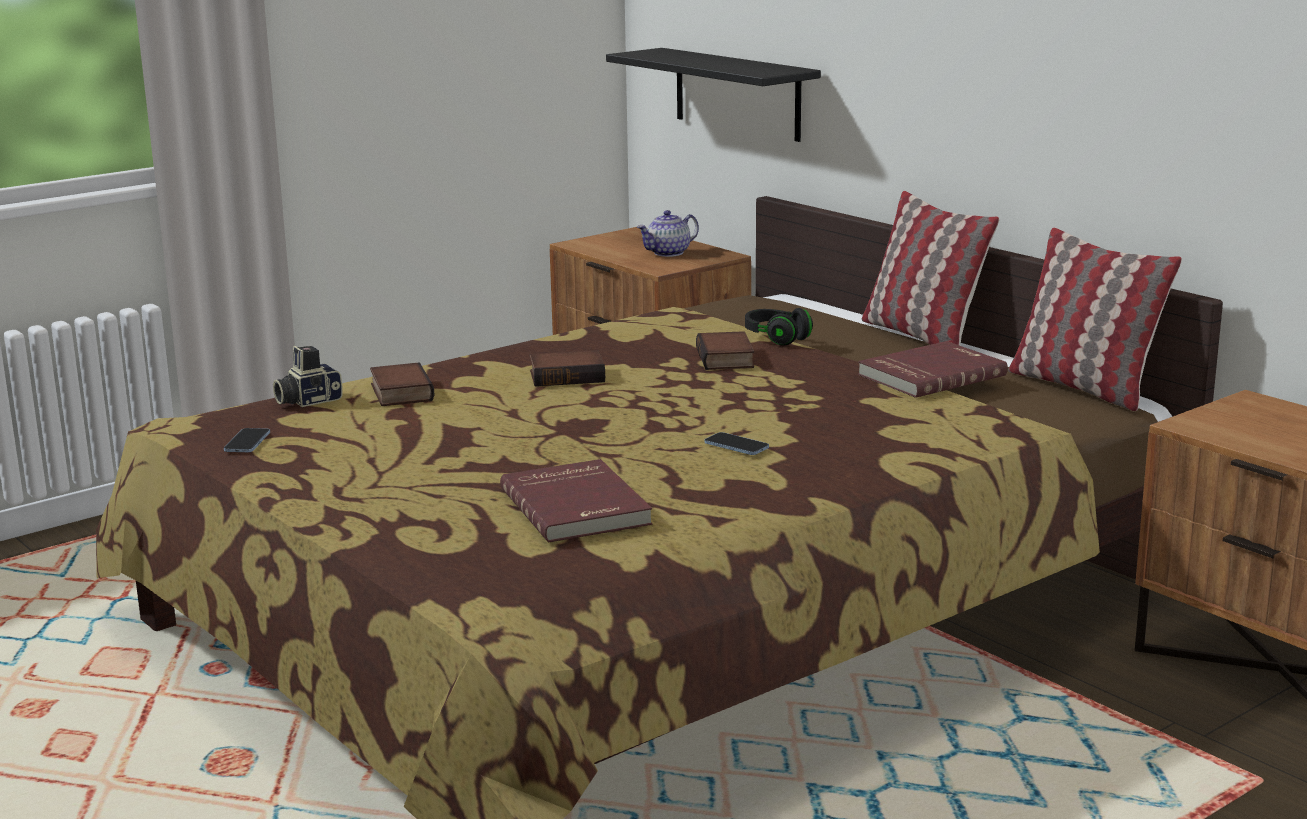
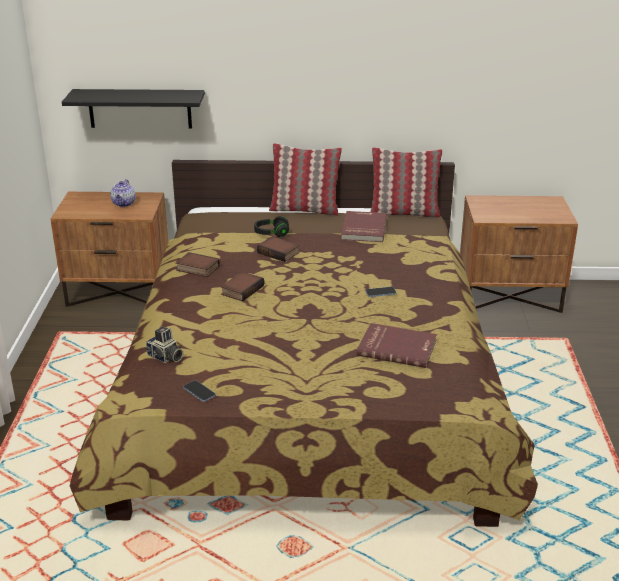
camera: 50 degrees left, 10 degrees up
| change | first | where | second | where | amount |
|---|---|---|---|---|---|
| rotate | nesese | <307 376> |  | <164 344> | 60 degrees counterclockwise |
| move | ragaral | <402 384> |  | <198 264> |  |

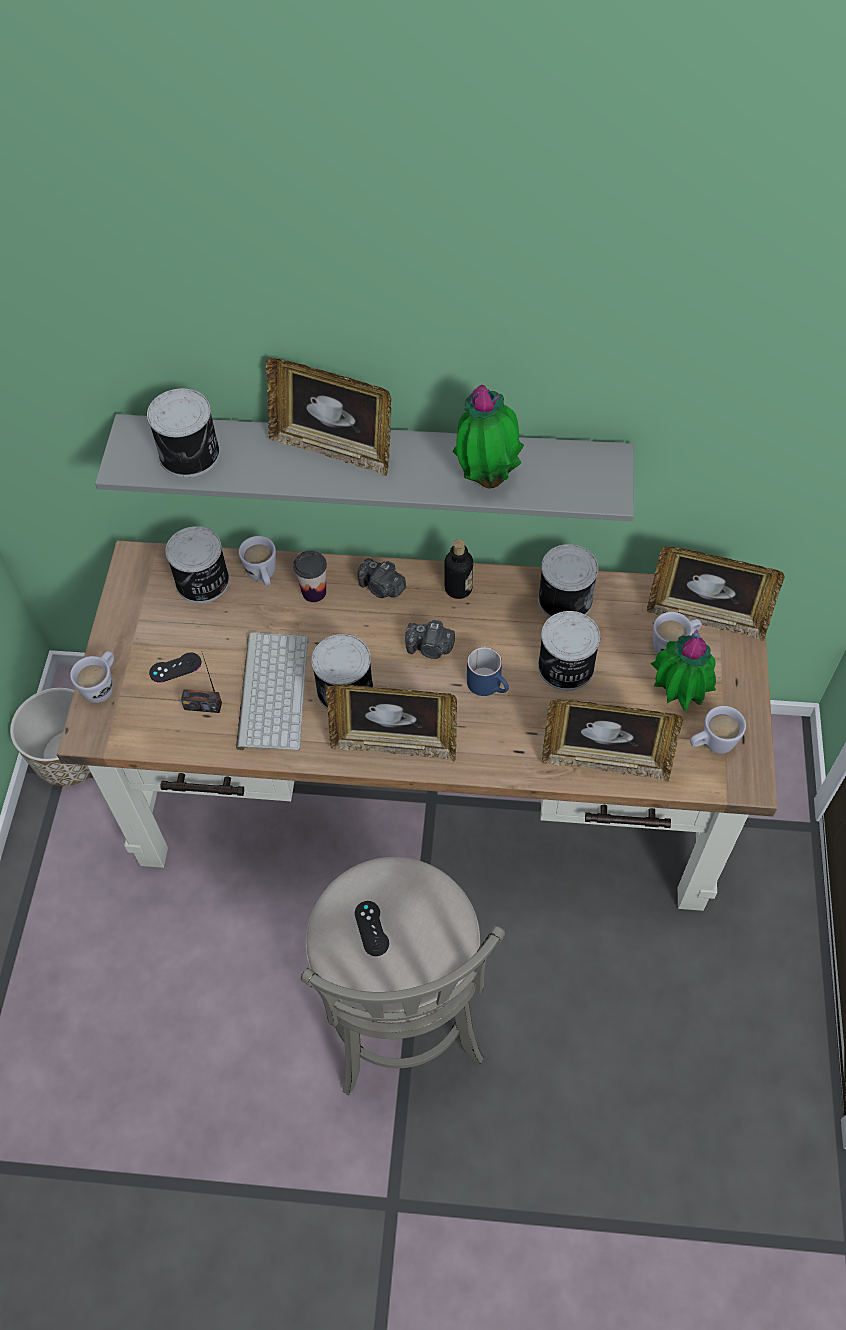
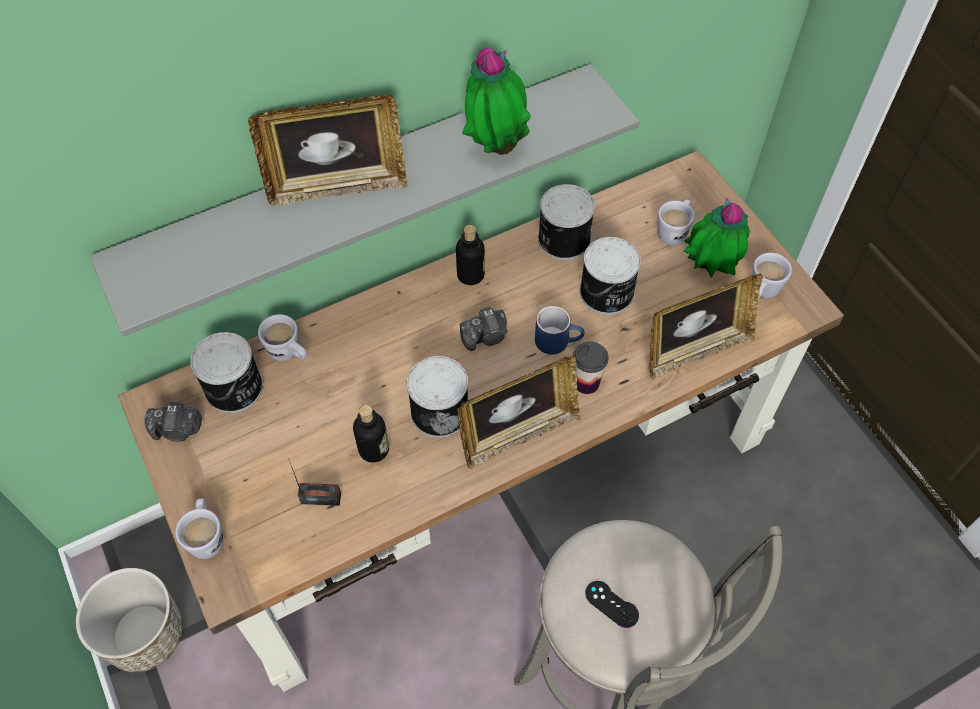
camera: 35 degrees left, 0 degrees up
| change | first | where | second | where | amount |
|---|---|---|---|---|---|
| move | nesese | <382 578> |  | <173 421> |  |
| rotate | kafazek | <201 683> |  | <314 482> | 150 degrees counterclockwise |
| replace | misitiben | <272 691> | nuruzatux | <371 434> |  |
| move | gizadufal | <310 576> |  | <591 368> |  |
| delete | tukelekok | <183 433> |  |  |  |
| delete | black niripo | <175 668> |  |  |  |
| delete | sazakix | <716 594> |  |  |  |

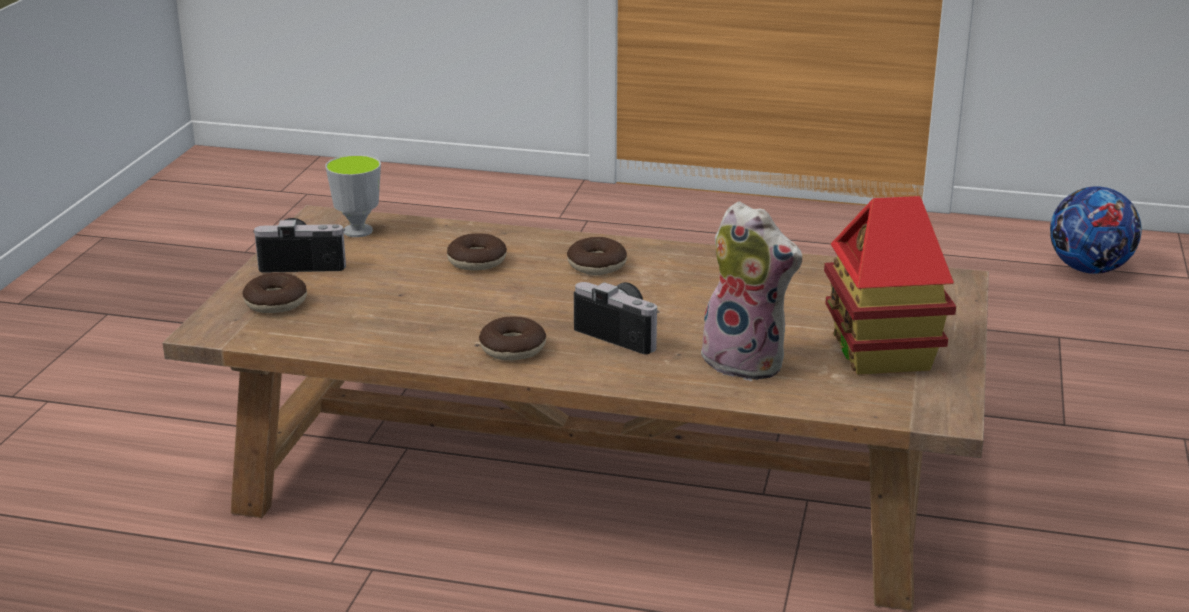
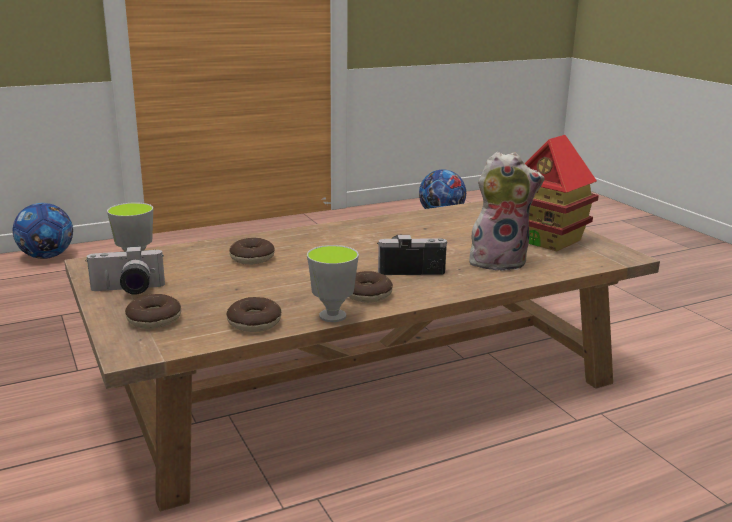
camera: 40 degrees left, 5 degrees down
| change | first | where | second | where | amount |
|---|---|---|---|---|---|
| insert |  |  | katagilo | <43 231> |  |
| rotate | nesese | <299 245> |  | <125 270> | 150 degrees counterclockwise |
| move | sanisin | <597 256> |  | <253 314> |  |
| insert |  |  | gizadufal | <333 283> |  |

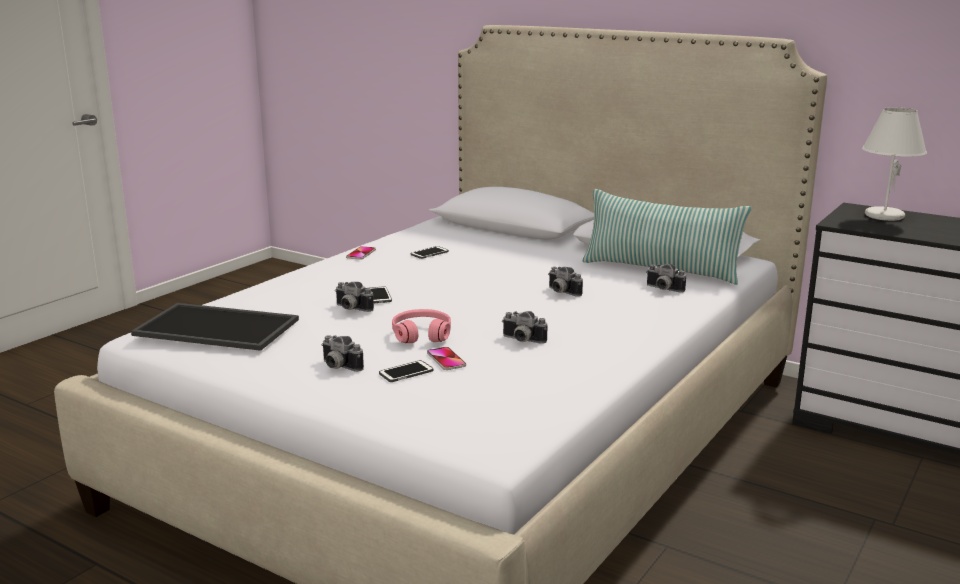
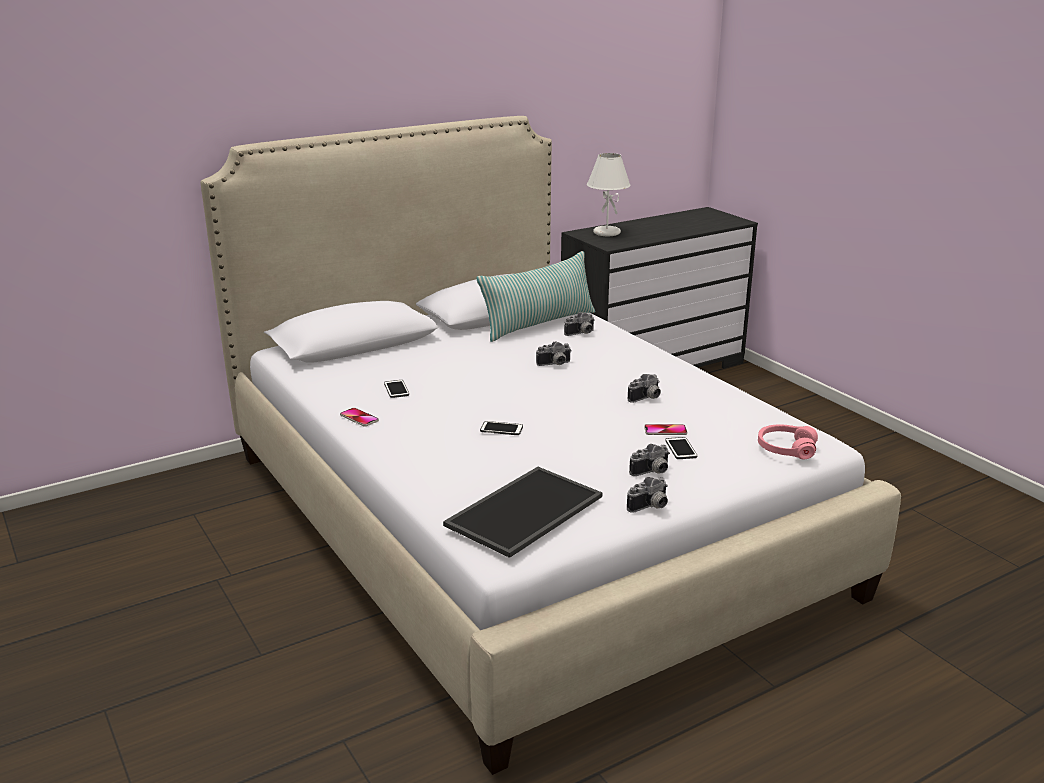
camera: 65 degrees left, 5 degrees up
| change | first | where | second | where | amount |
|---|---|---|---|---|---|
| move | nesese | <354 297> |  | <647 495> |  |
| move | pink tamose | <421 326> |  | <788 442> |  |

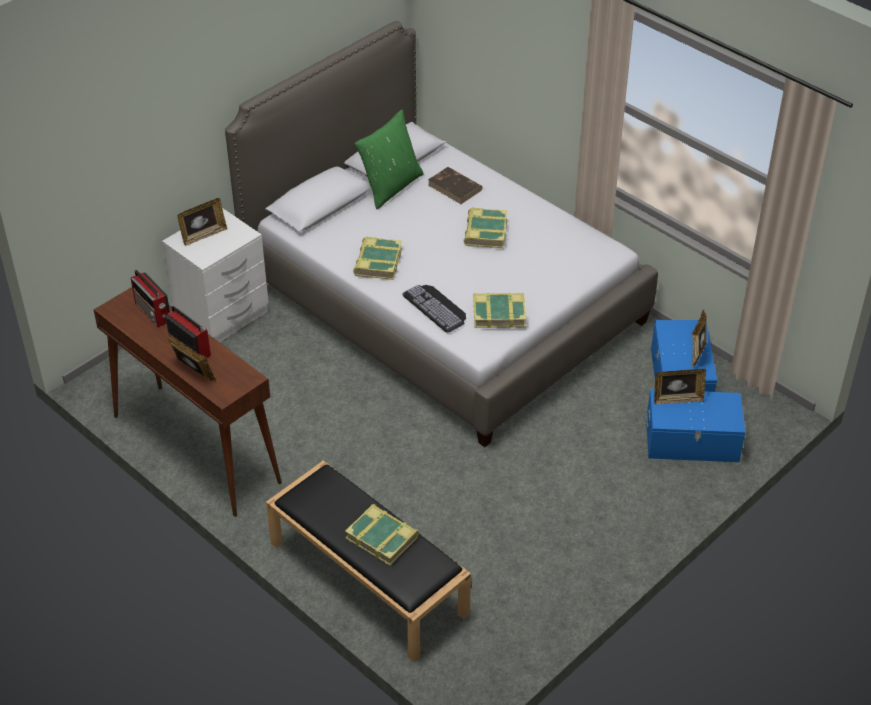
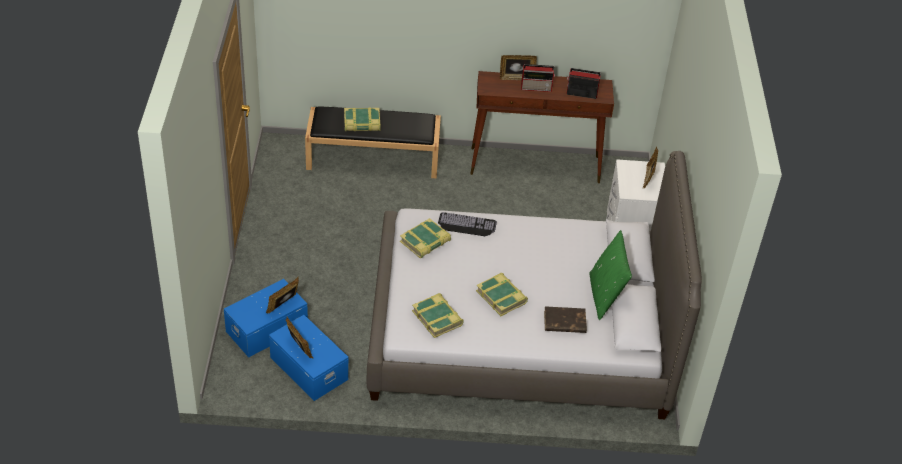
camera: 135 degrees right, 0 degrees up
| change | first | where | second | where | amount |
|---|---|---|---|---|---|
| move | ragaral | <377 258> |  | <438 315> |  |

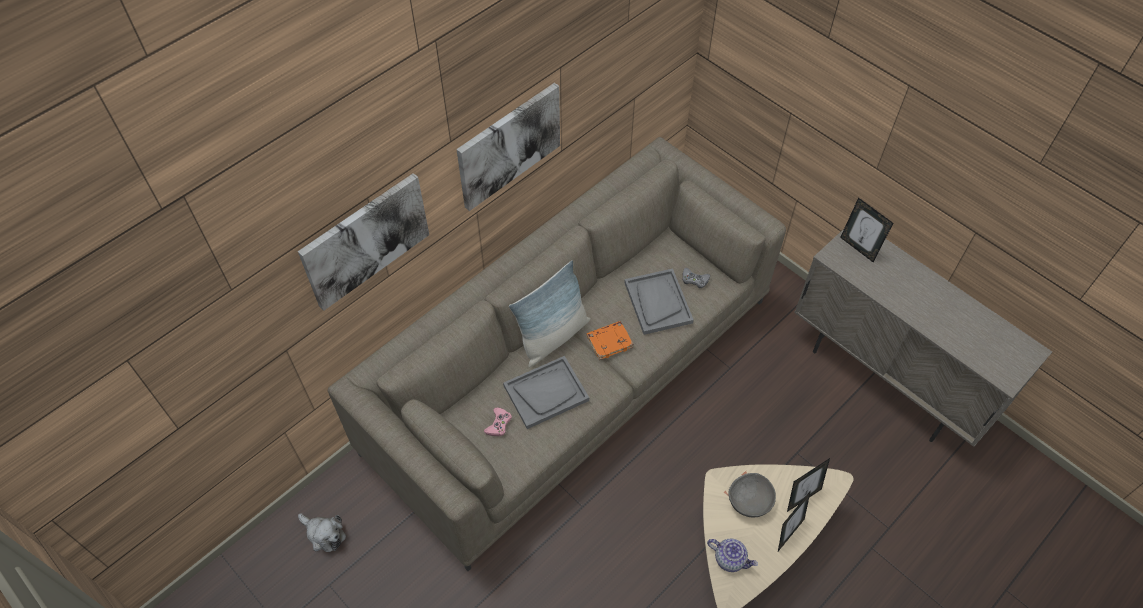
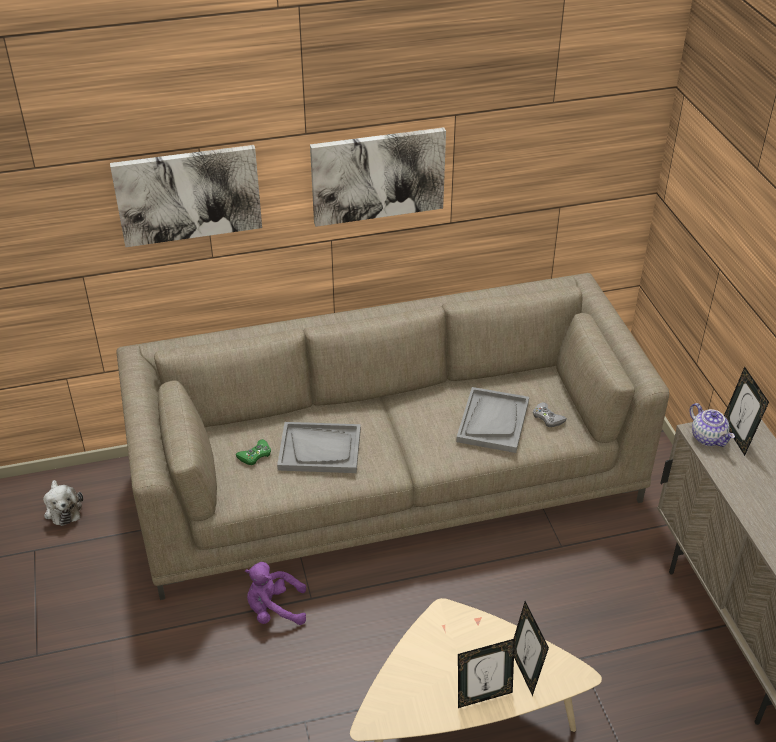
camera: 30 degrees right, 15 degrees down
| change | first | where | second | where | amount |
|---|---|---|---|---|---|
| recolor | pink niripo | <498 421> | green niripo | <253 452> |  |
| insert |  |  | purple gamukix | <275 593> |  |
| rotate | sazakix | <808 485> |  | <531 648> | 75 degrees clockwise |
| move | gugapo | <732 555> |  | <712 425> |  |
| delete | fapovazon | <549 313> |  |  |  |
| delete | orange ragaral | <610 340> |  |  |  |
| delete | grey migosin | <752 495> |  |  |  |

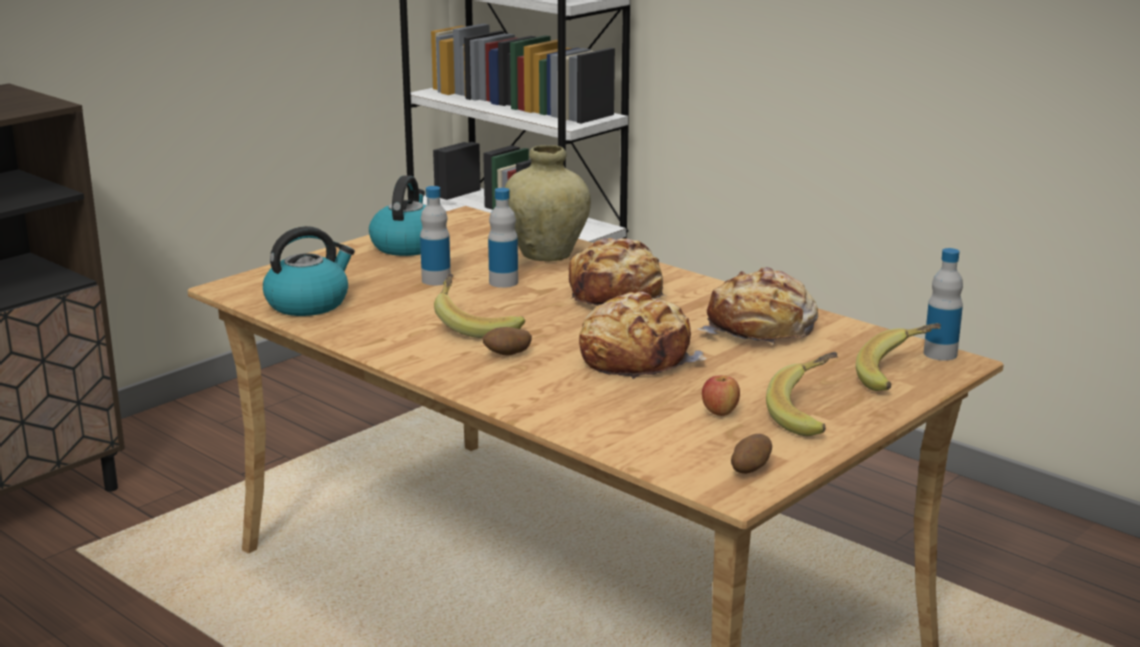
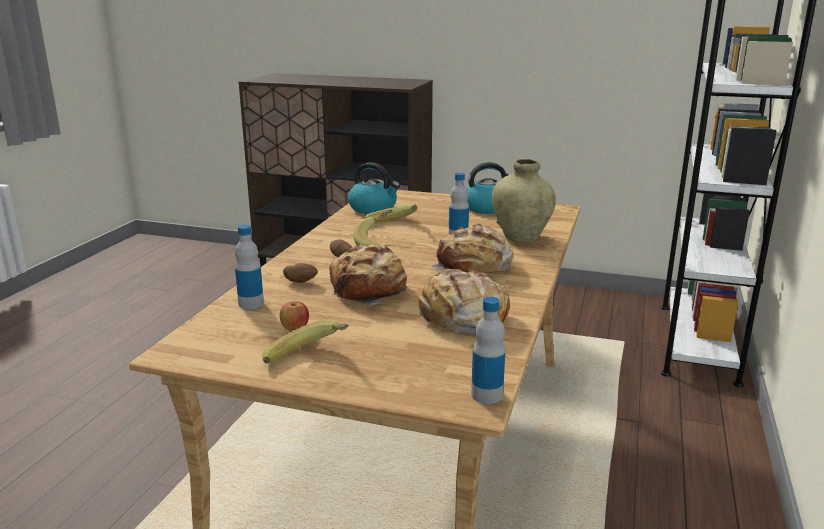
camera: 65 degrees right, 0 degrees up
| change | first | where | second | where | amount |
|---|---|---|---|---|---|
| move | nuruzatux | <435 235> |  | <249 266> |  |
| move | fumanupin | <751 454> |  | <300 273> |  |
| move | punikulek | <898 357> |  | <390 213> |  |

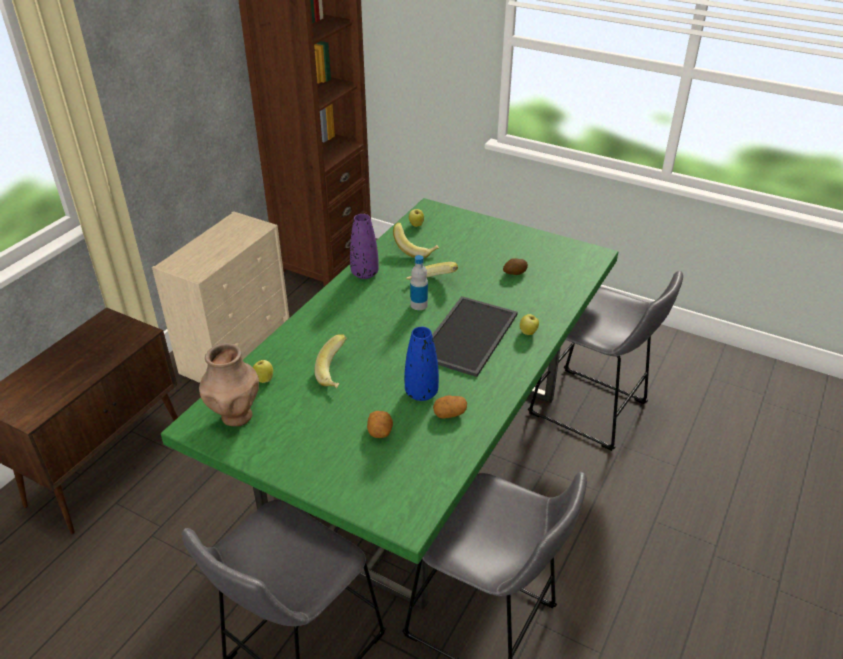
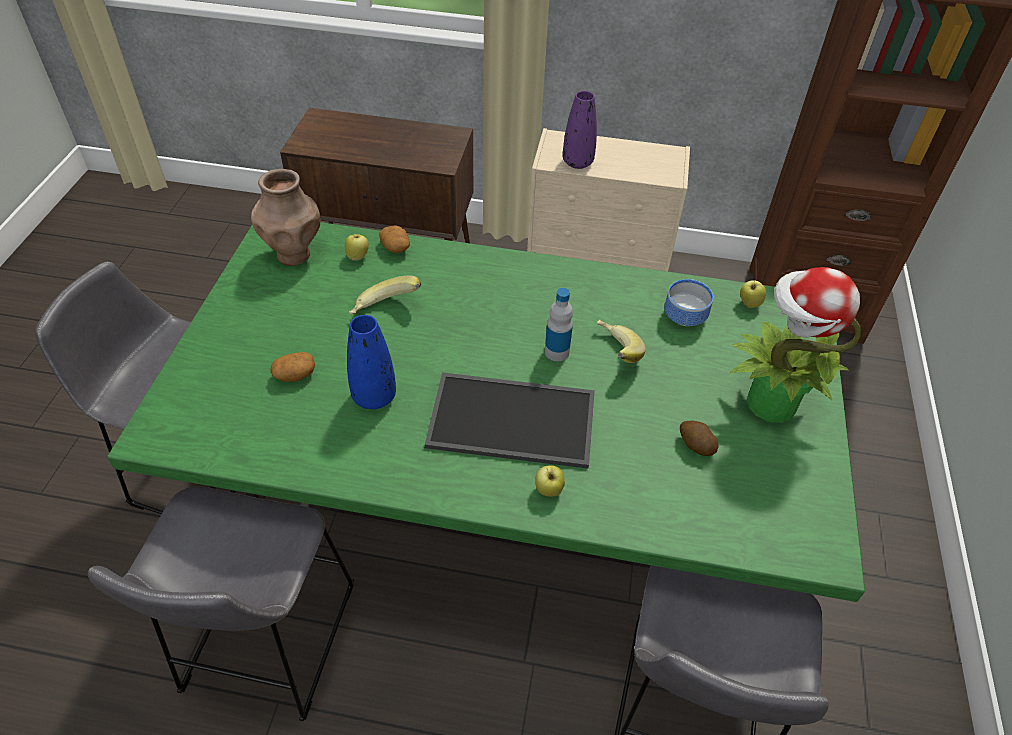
camera: 70 degrees right, 10 degrees up
| change | first | where | second | where | amount |
|---|---|---|---|---|---|
| move | fumanupin | <450 406> |  | <394 239> |  |
| move | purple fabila | <364 246> |  | <580 130> |  |
| replace | punikulek | <416 240> | migosin | <688 302> |  |
| insert |  |  | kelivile | <795 345> |  |

